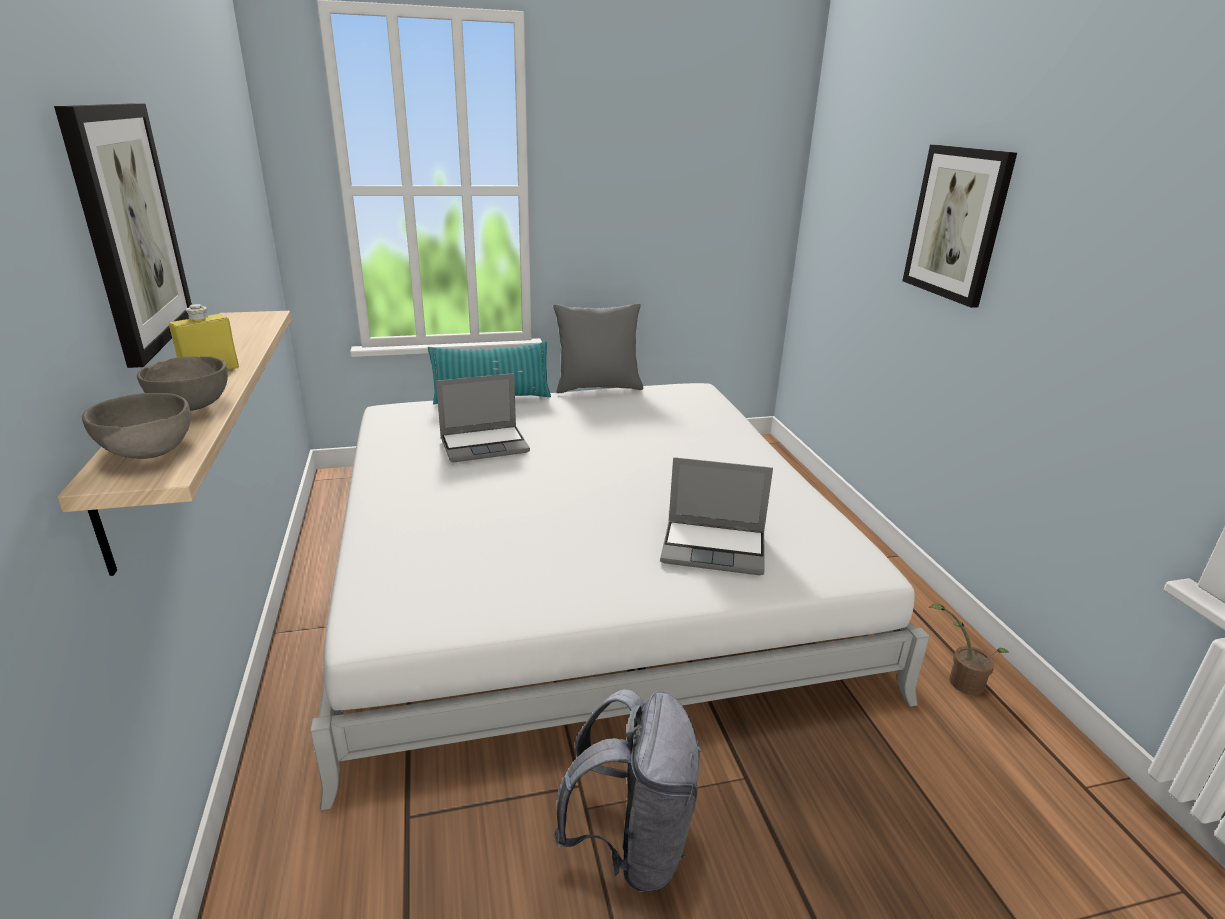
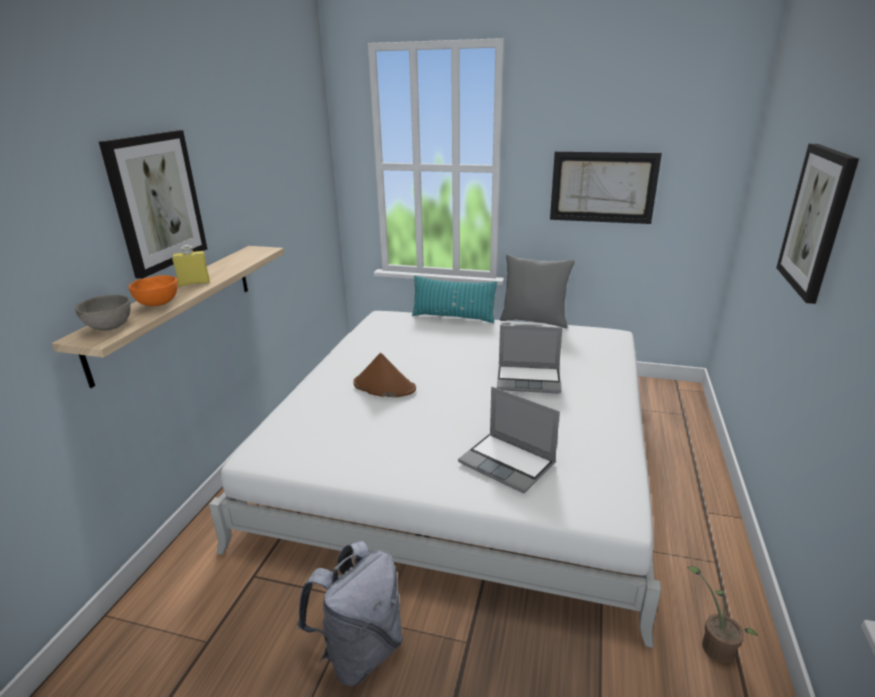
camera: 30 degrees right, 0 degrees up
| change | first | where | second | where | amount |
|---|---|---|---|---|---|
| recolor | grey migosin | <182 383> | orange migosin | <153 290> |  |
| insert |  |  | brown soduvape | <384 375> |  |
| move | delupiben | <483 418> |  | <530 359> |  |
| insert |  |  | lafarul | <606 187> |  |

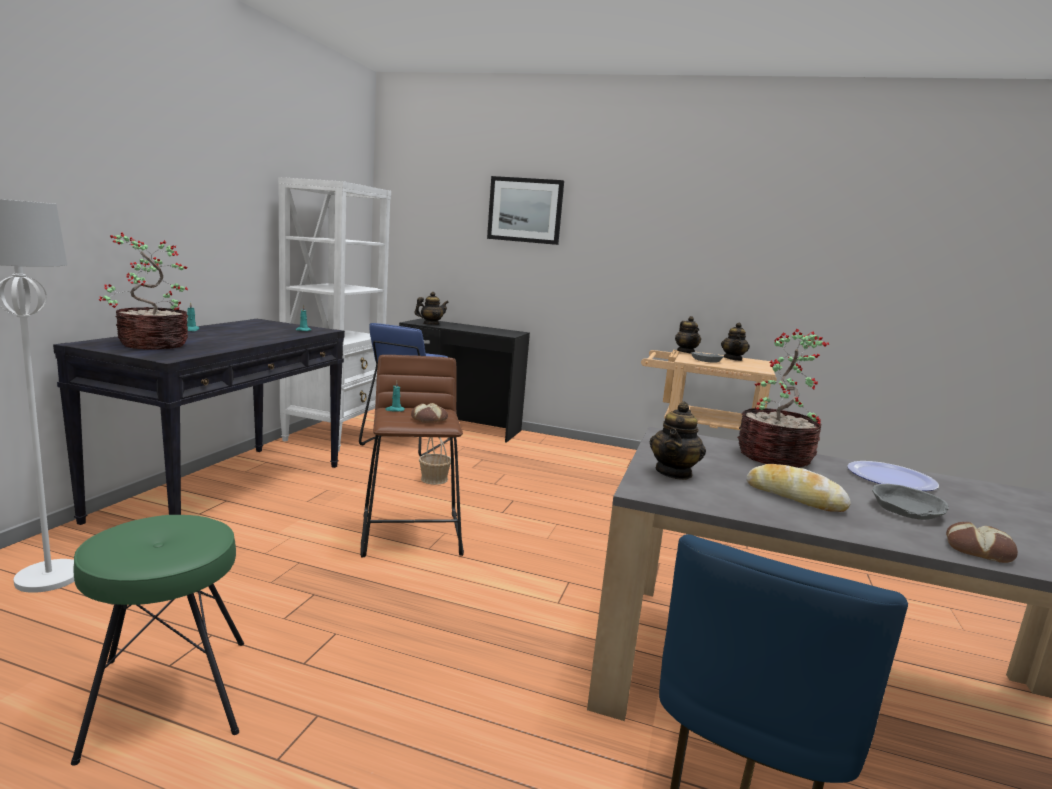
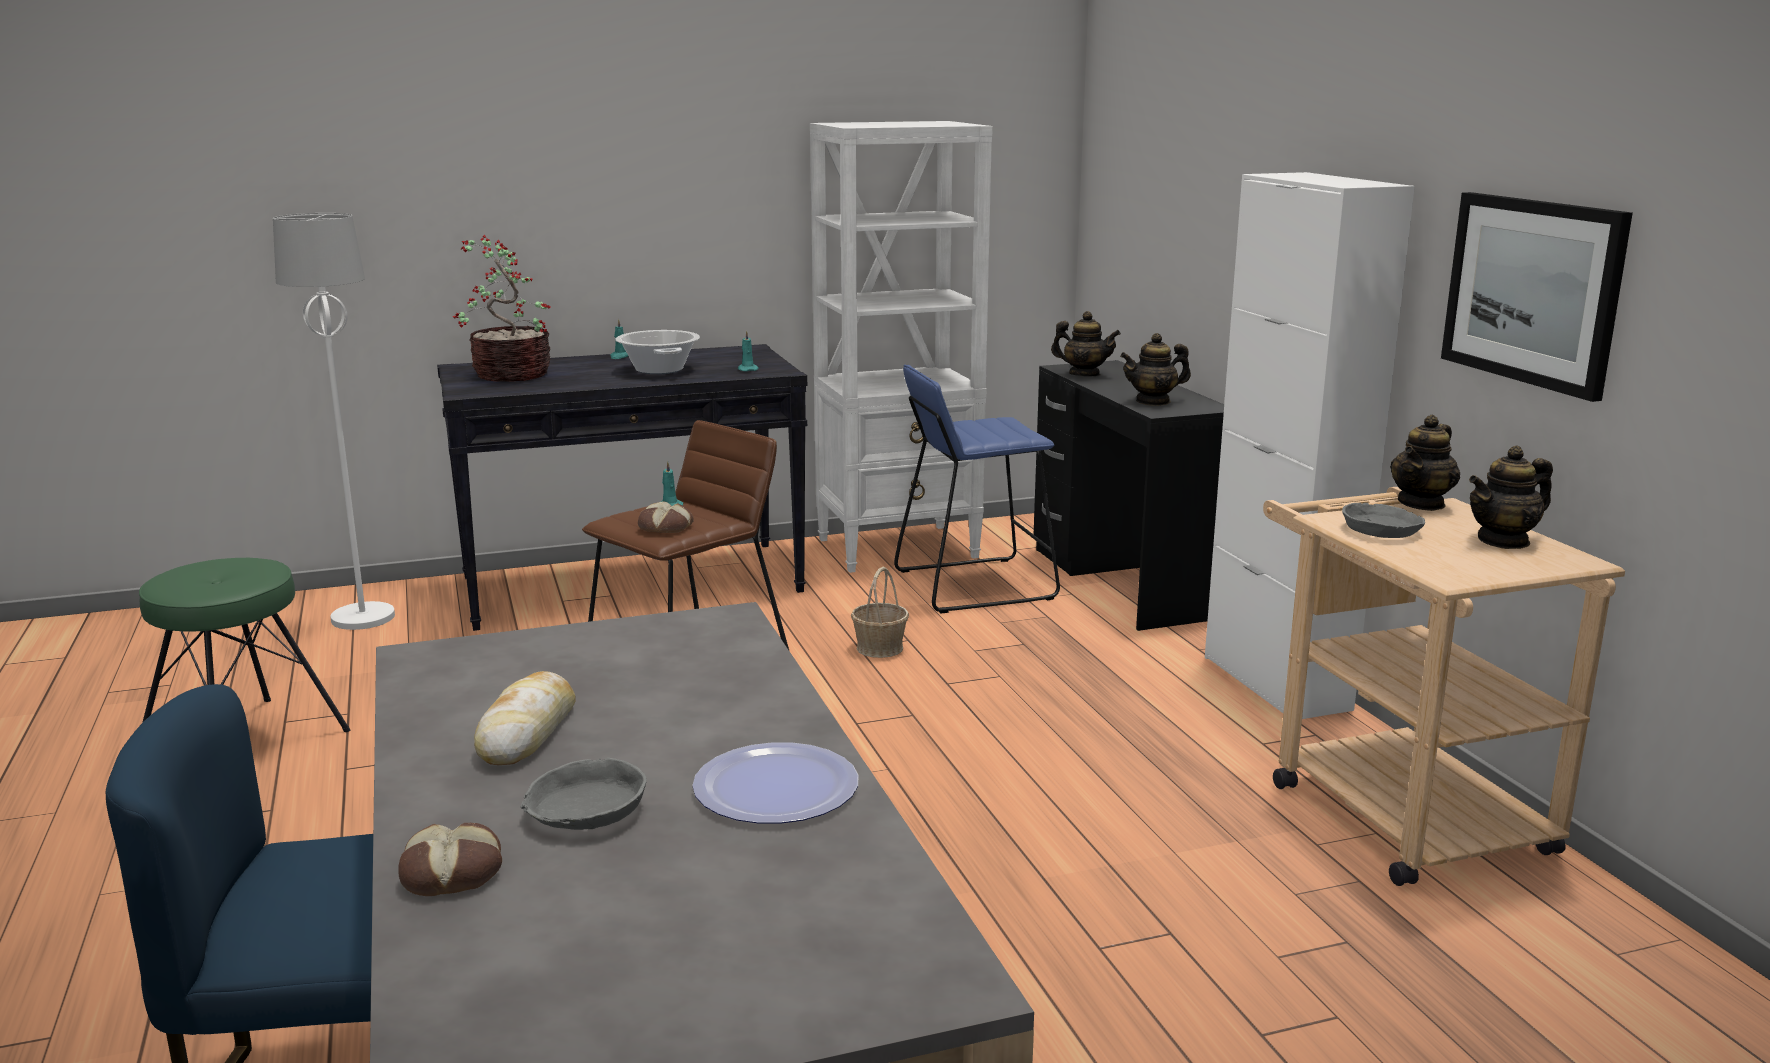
camera: 55 degrees right, 5 degrees up
| change | first | where | second | where | amount |
|---|---|---|---|---|---|
| insert |  |  | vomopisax | <657 352> |  |
| move | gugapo | <678 441> |  | <1155 369> |  |
| insert |  |  | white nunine | <1310 445> |  |
| move | lafarul | <525 210> |  | <1537 297> |  |
| delete | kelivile | <783 398> |  |  |  |

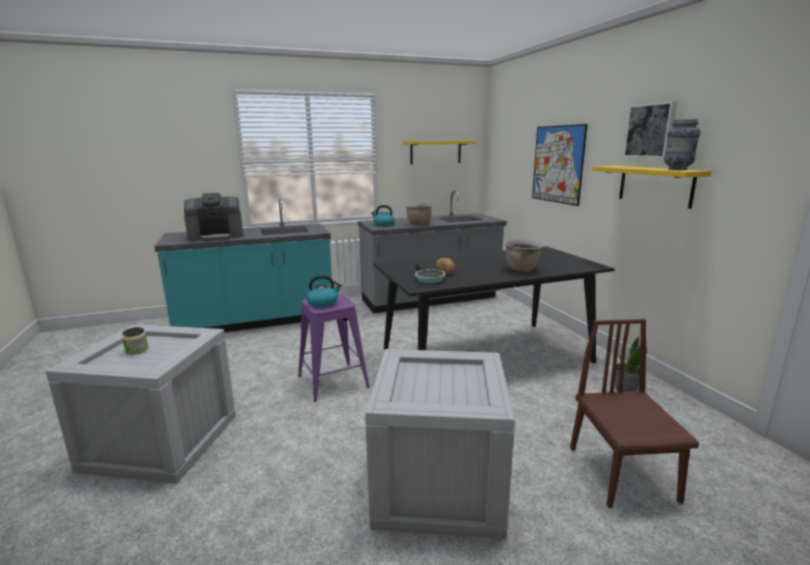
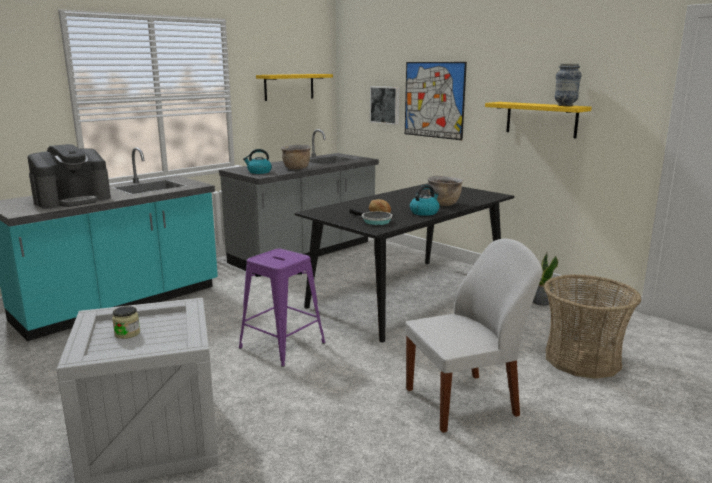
camera: 25 degrees left, 0 degrees up
| change | first | where | second | where | amount |
|---|---|---|---|---|---|
| move | lafarul | <650 129> |  | <384 105> |  |
| replace | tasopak | <440 444> | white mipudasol | <474 335> |  |
| move | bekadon | <324 291> |  | <425 200> |  |
| replace | brown mipudasol | <634 413> | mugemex | <592 326> |  |

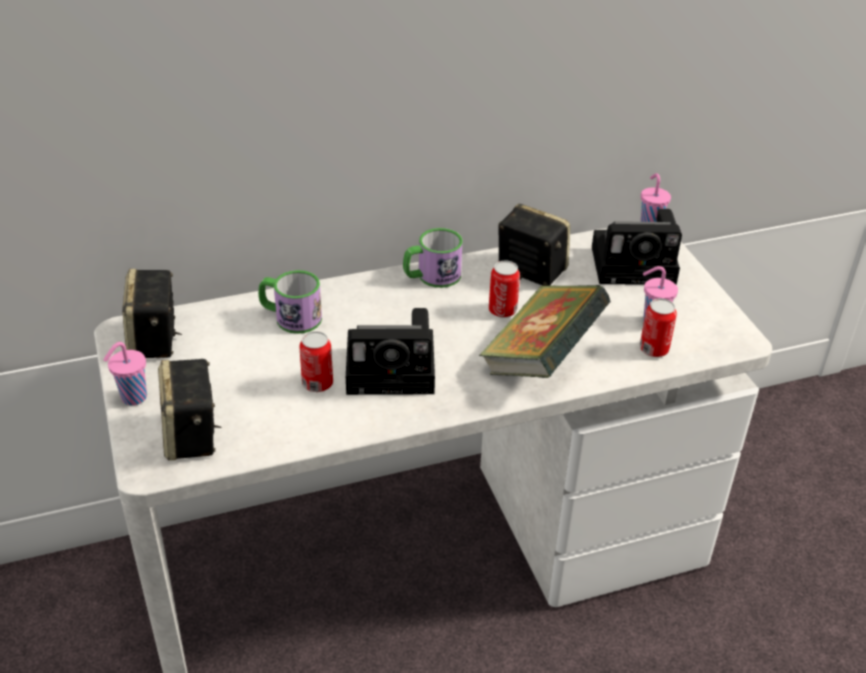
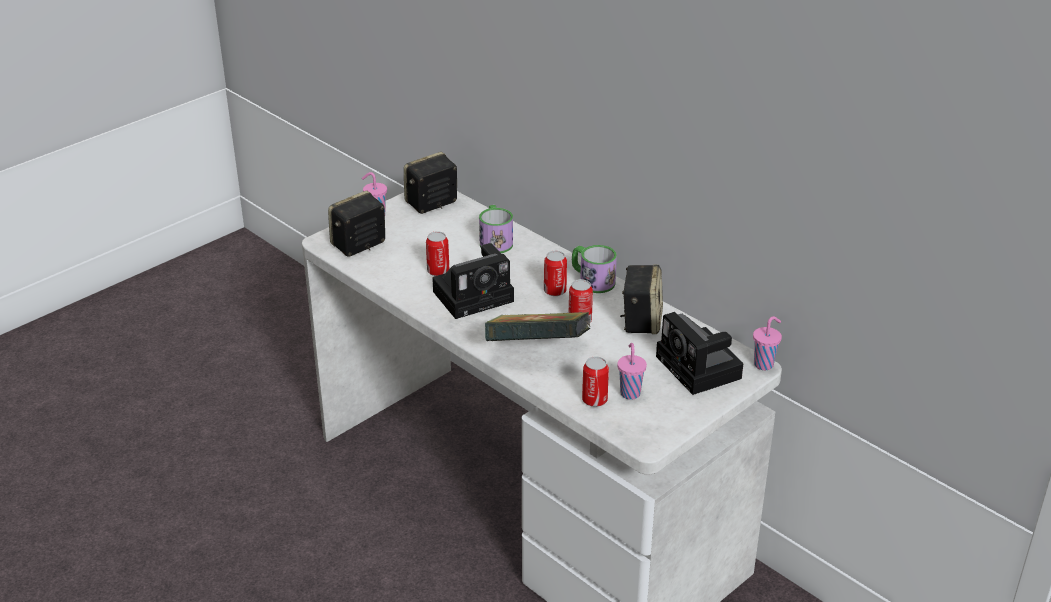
camera: 65 degrees right, 5 degrees down
| change | first | where | second | where | amount |
|---|---|---|---|---|---|
| rotate | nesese | <390 351> |  | <473 281> | 90 degrees counterclockwise |
| insert |  |  | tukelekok | <555 273> |  |

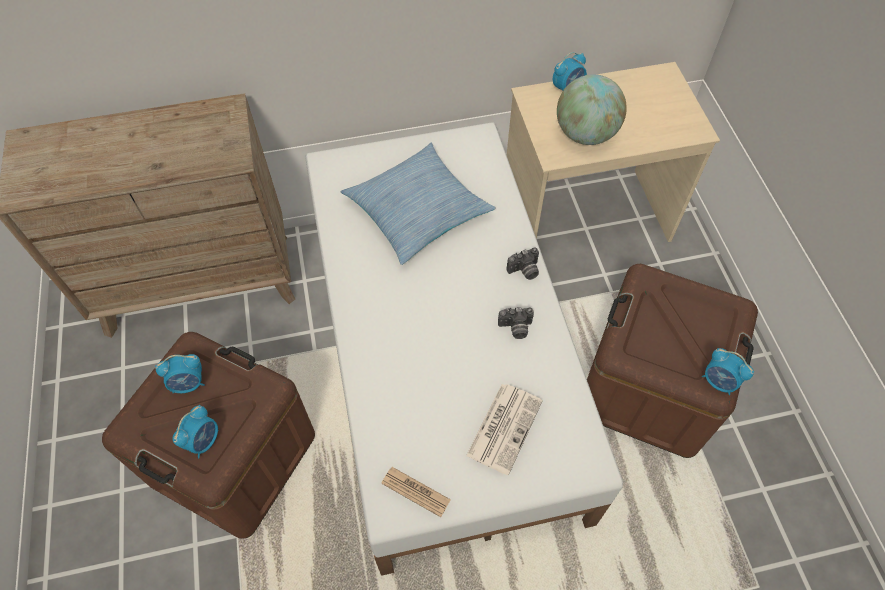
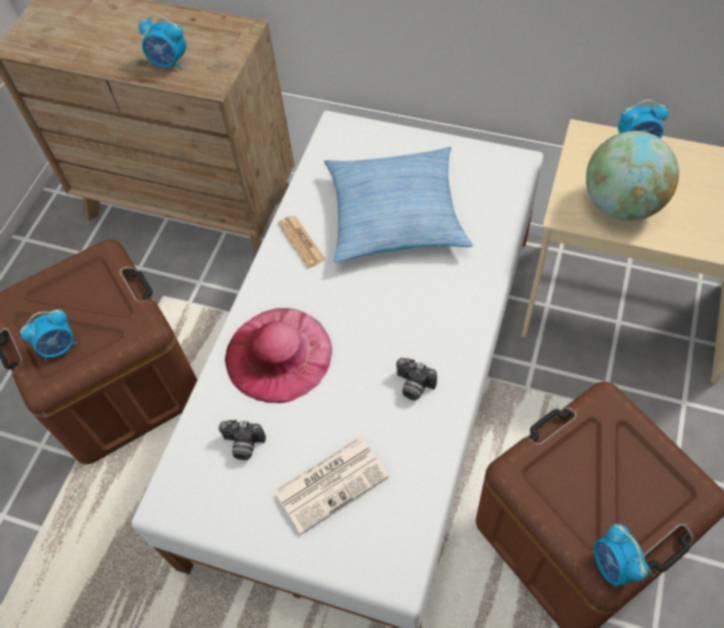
camera: 35 degrees right, 0 degrees up
| change | first | where | second | where | amount |
|---|---|---|---|---|---|
| move | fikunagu | <180 373> |  | <162 42> |  |
| move | nesese | <523 264> |  | <242 440> |  |
| insert |  |  | pink soduvape | <278 355> |  |
| move | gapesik | <416 492> |  | <301 242> |  |

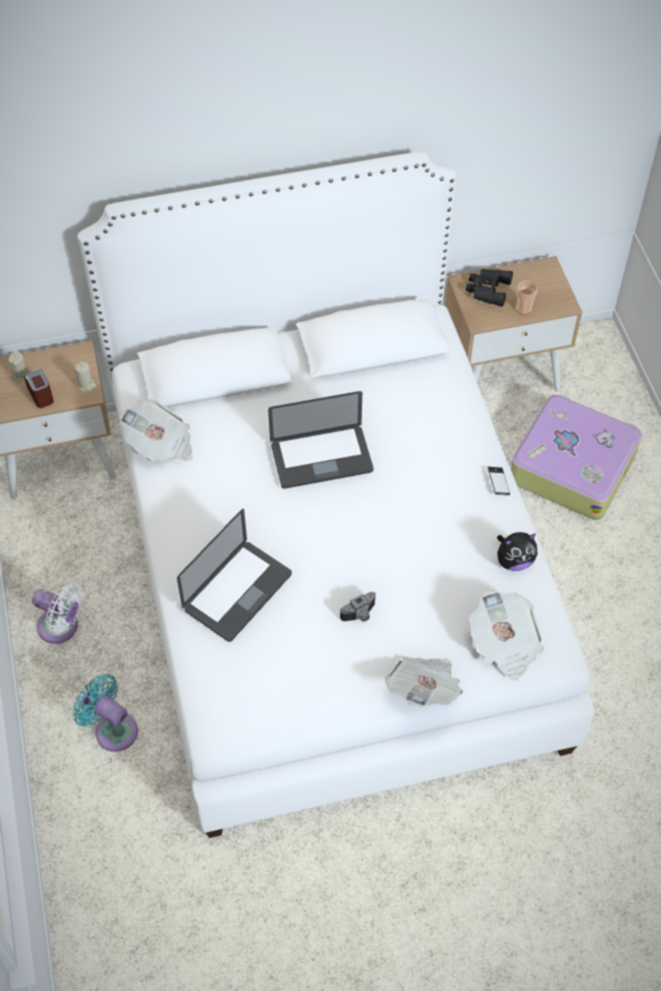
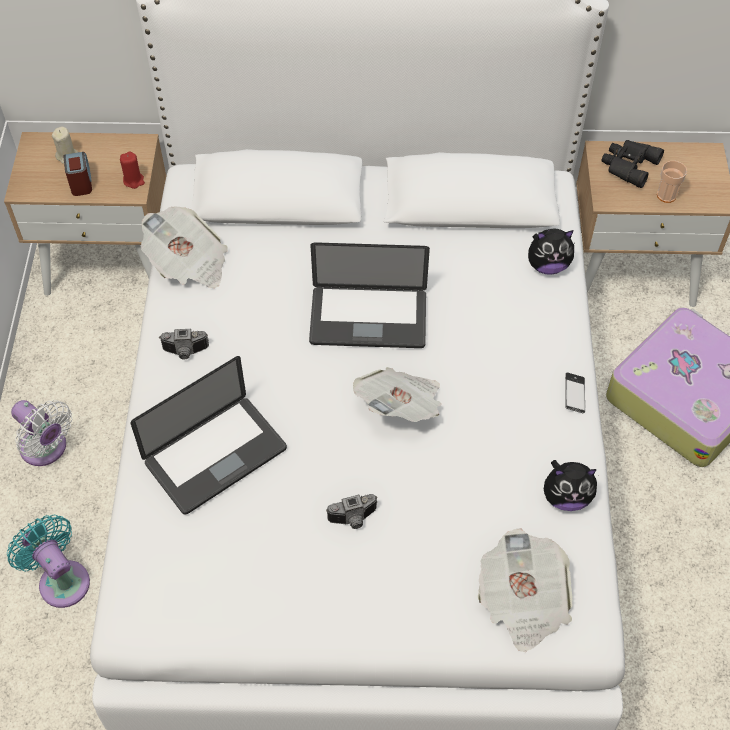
camera: 15 degrees right, 0 degrees up
| change | first | where | second | where | amount |
|---|---|---|---|---|---|
| recolor | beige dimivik | <85 376> | red dimivik | <132 170> |  |
| insert |  |  | nesese | <184 344> |  |
| move | gapesik | <424 681> |  | <397 394> |  |
| insert |  |  | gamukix | <551 252> |  |

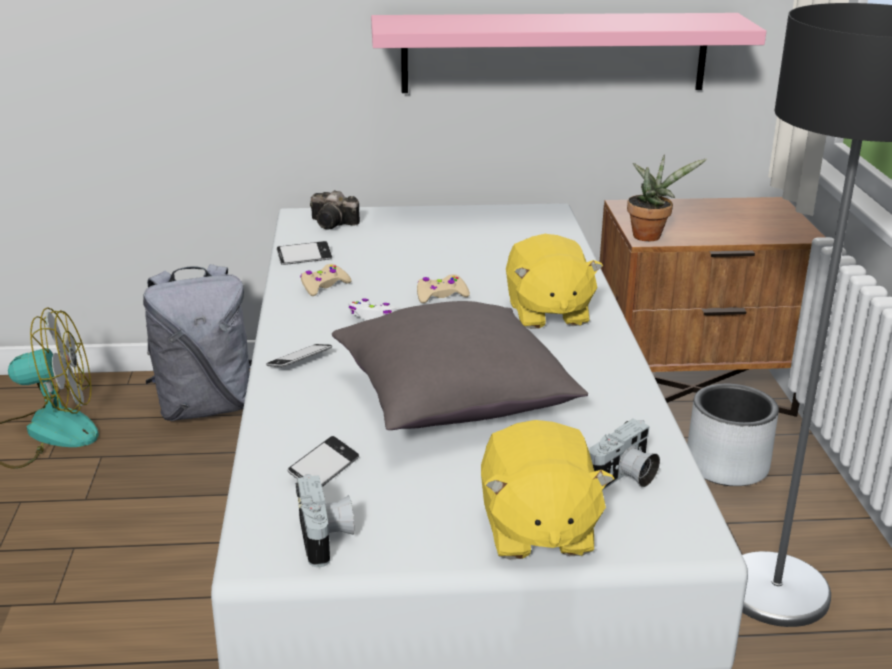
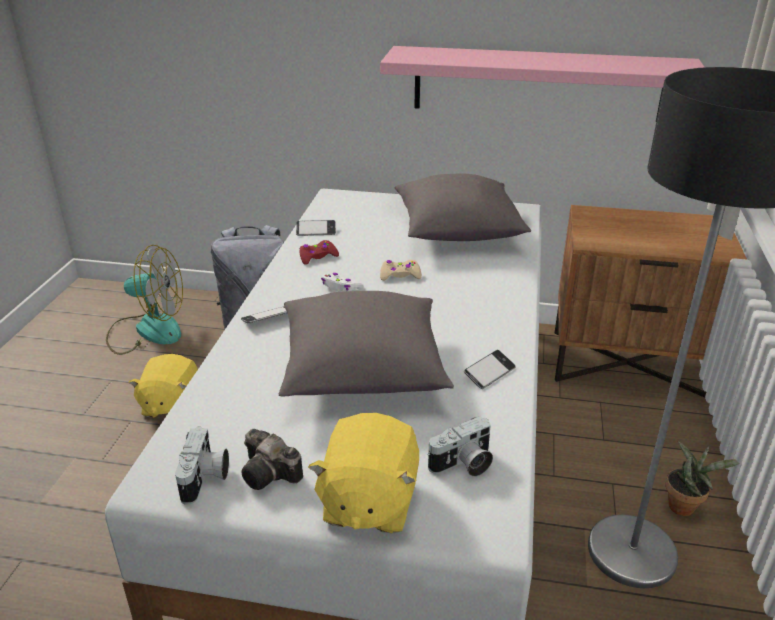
camera: 15 degrees right, 5 degrees up
| change | first | where | second | where | amount |
|---|---|---|---|---|---|
| move | yellow gamukix | <554 281> |  | <163 386> |  |
| move | nesese | <335 209> |  | <272 459> |  |
| recolor | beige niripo | <326 280> | red niripo | <319 252> |  |
| insert |  |  | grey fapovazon | <463 207> |  |
| move | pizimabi | <323 461> |  | <490 369> |  |
| move | kelivile | <667 197> |  | <703 478> |  |
| delete | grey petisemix | <733 435> |  |  |  |

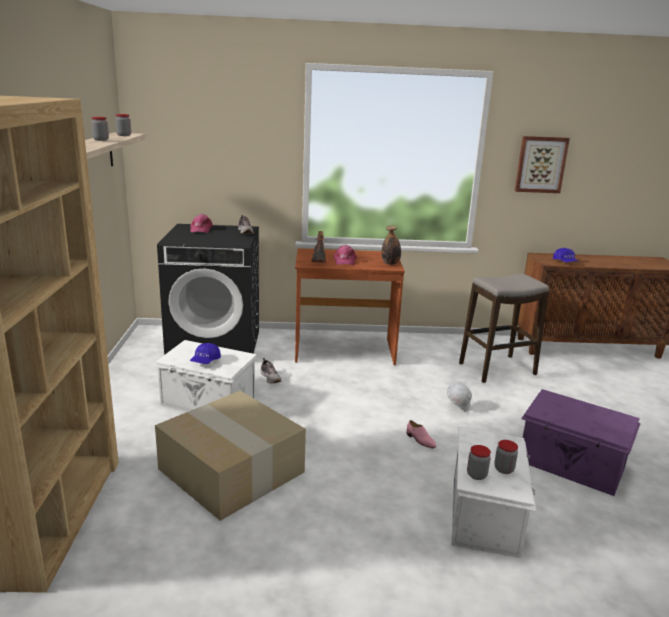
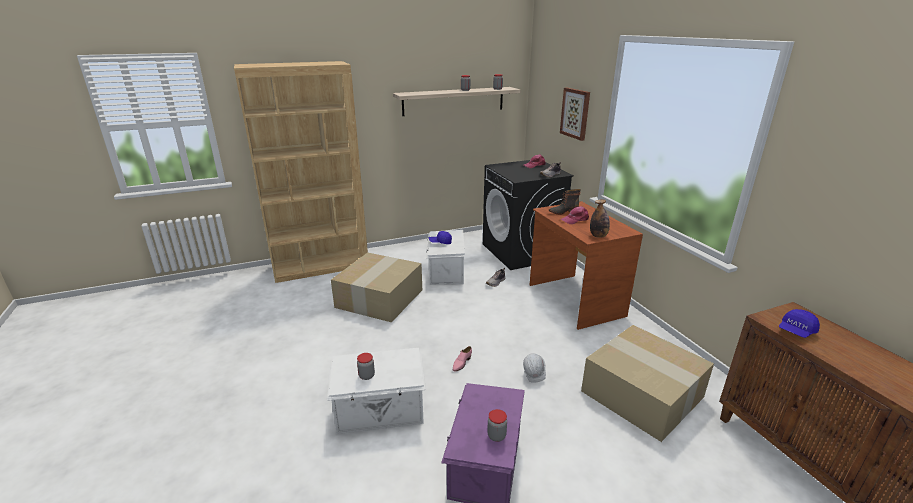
camera: 70 degrees right, 5 degrees up
| change | first | where | second | where | amount |
|---|---|---|---|---|---|
| move | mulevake | <479 462> |  | <497 425> |  |
| move | lafarul | <542 164> |  | <575 114> |  |
| replace | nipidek | <504 328> | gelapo | <647 383> |  |

